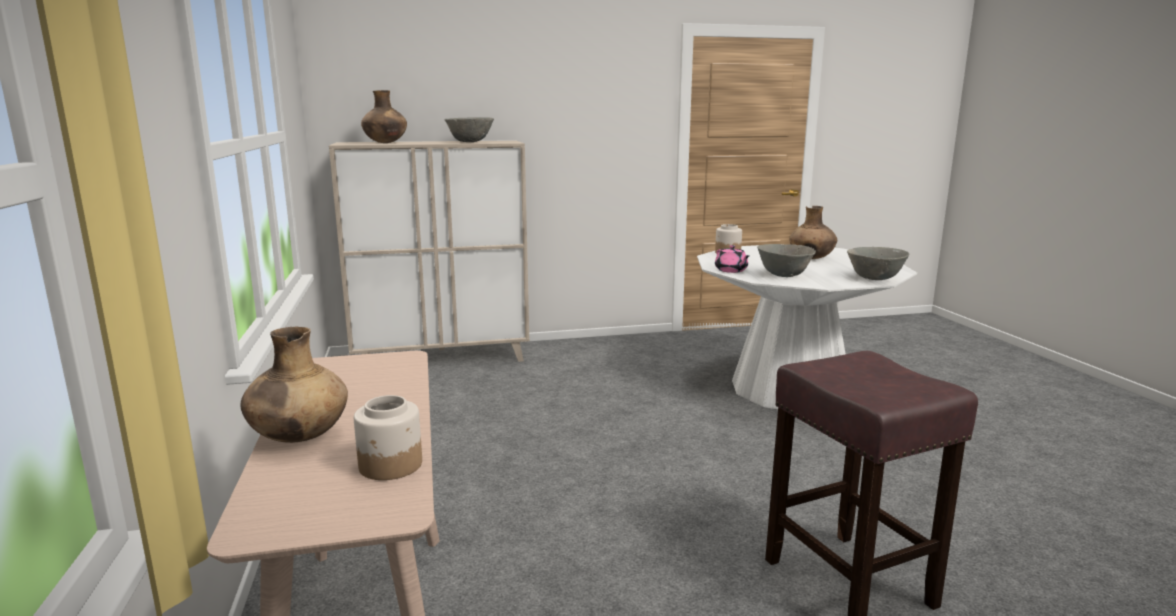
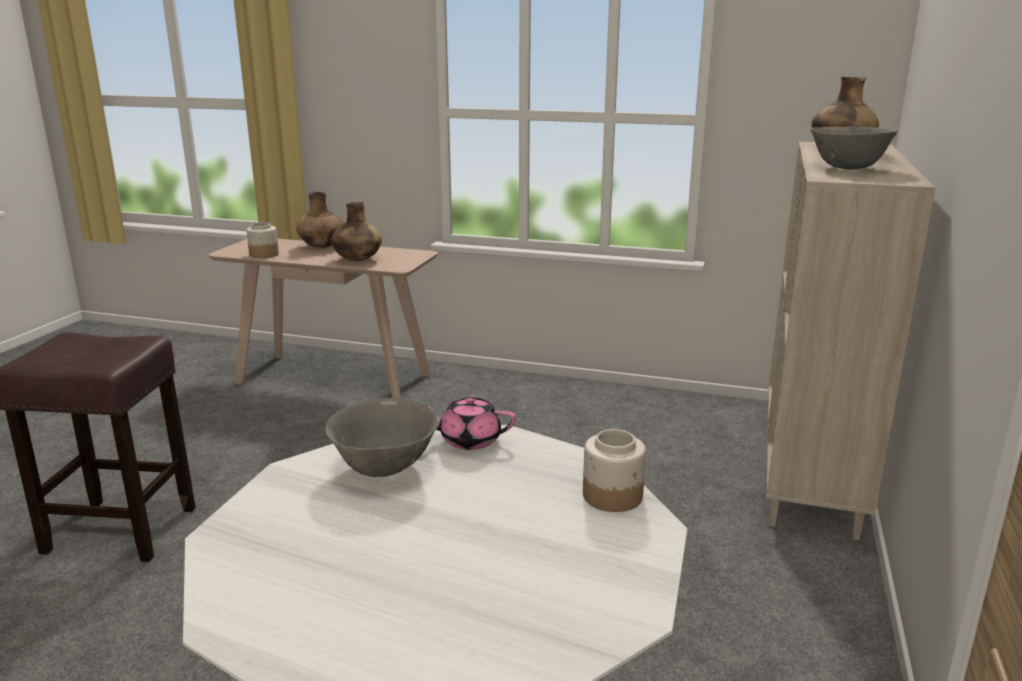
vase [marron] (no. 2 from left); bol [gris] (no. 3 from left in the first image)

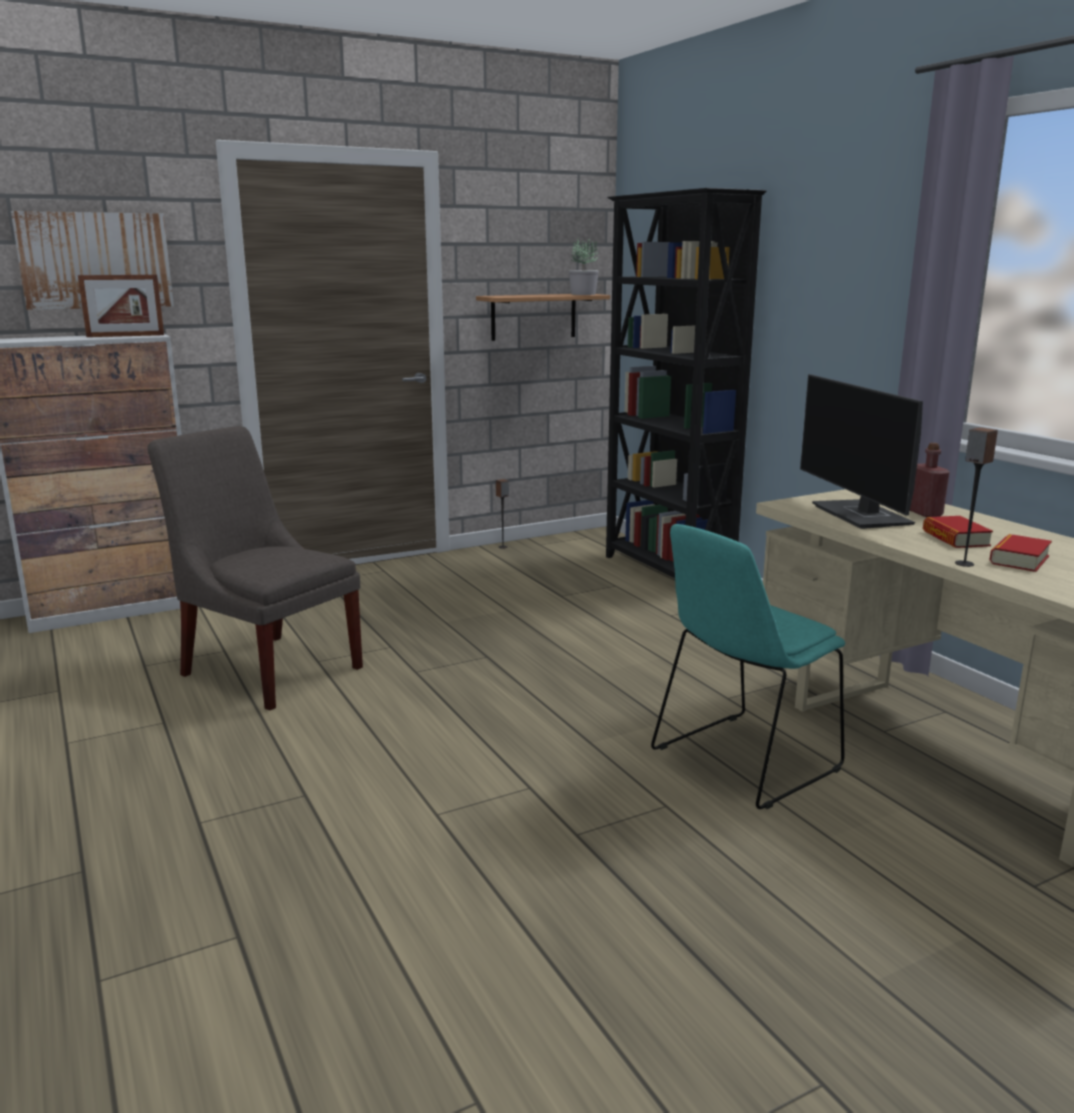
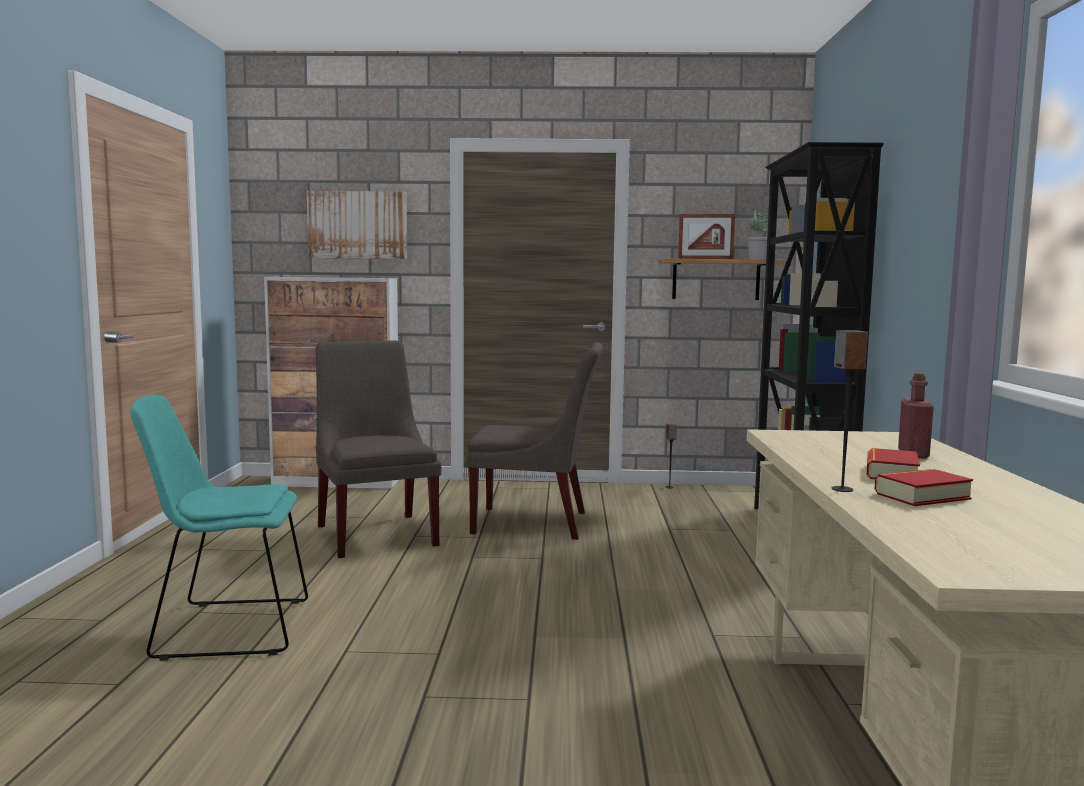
chaise [turquoise]; chaise [gris] (no. 2 from left); cadre photo; écran d'ordinateur

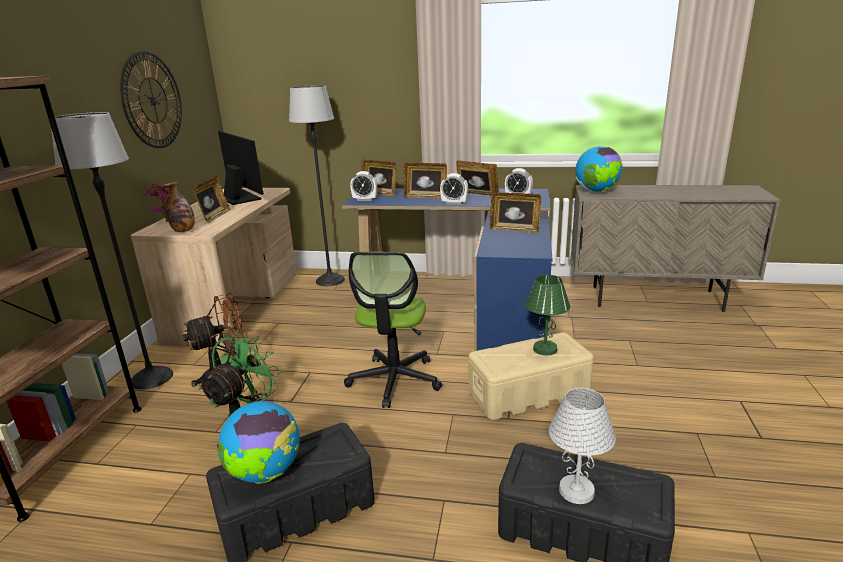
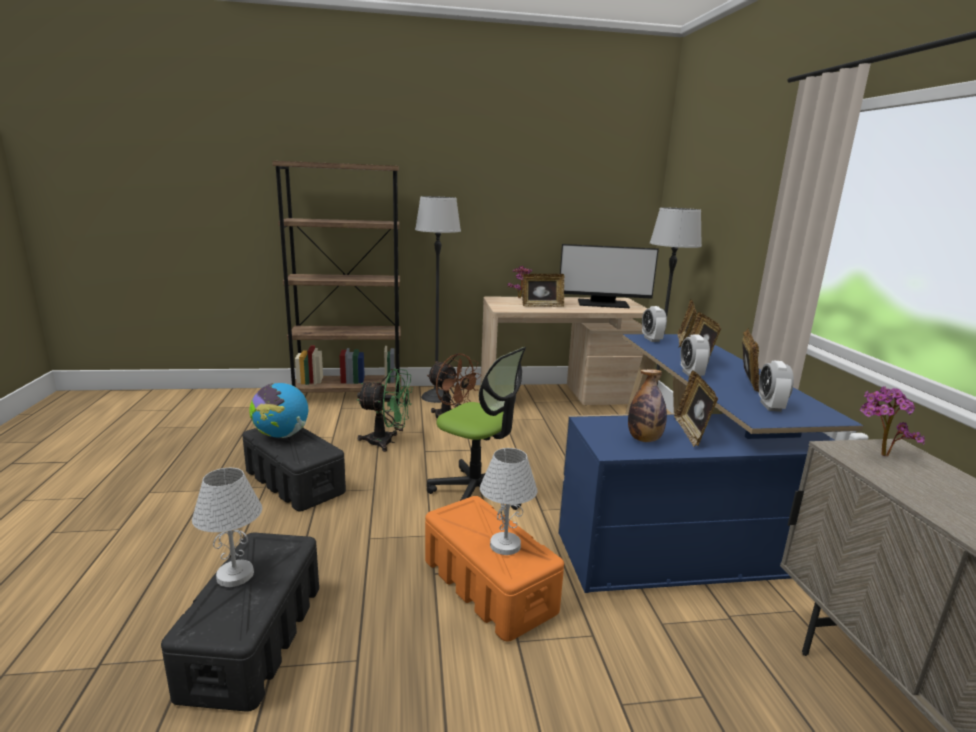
boîte de rangement [orange]; chaise de bureau; lampe de table [blanc] (no. 2 from left); écran d'ordinateur; bouteille; plante en pot (no. 2 from left); horloge murale

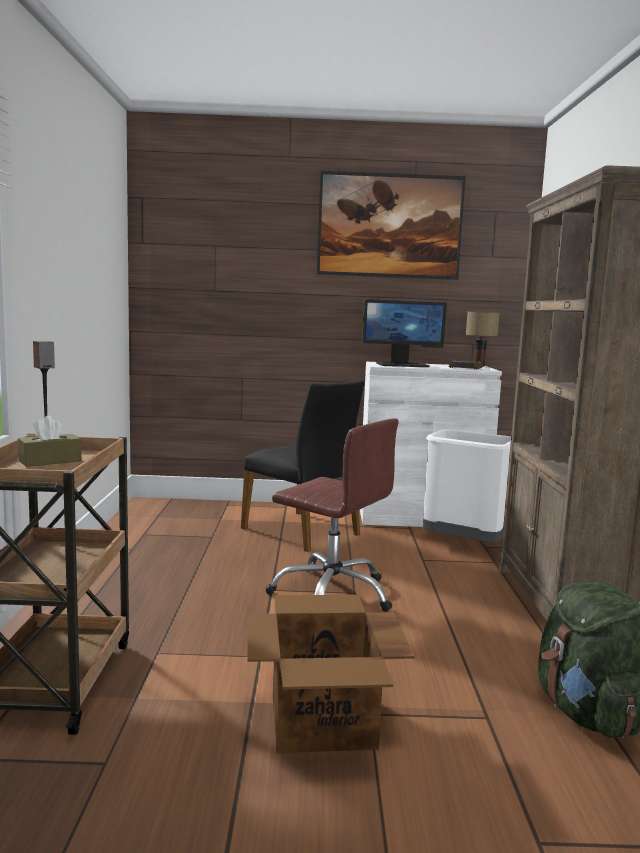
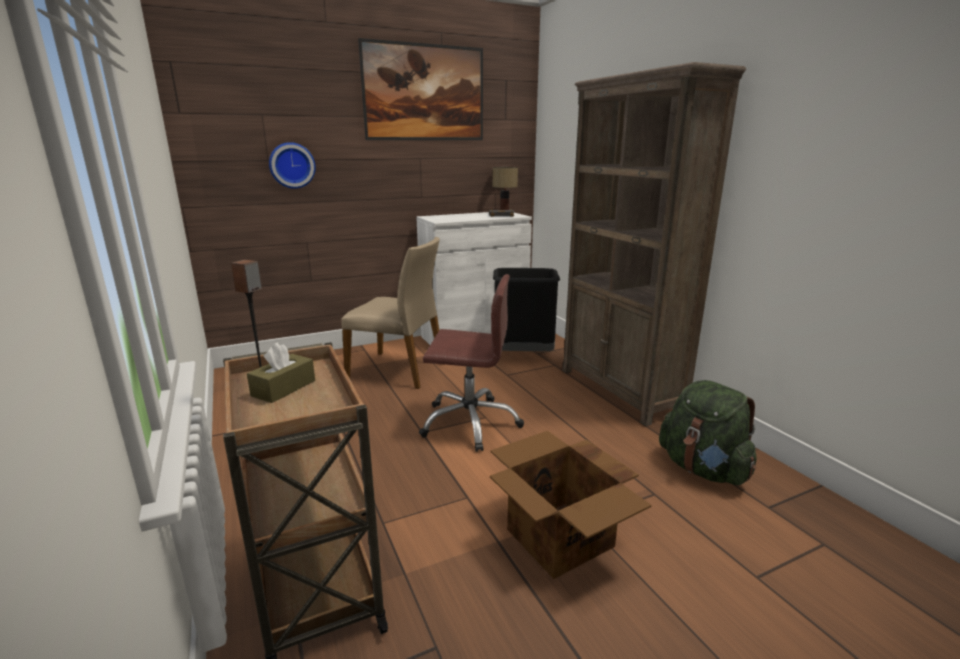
horloge murale; chaise [beige]; poubelle [noir]; écran d'ordinateur

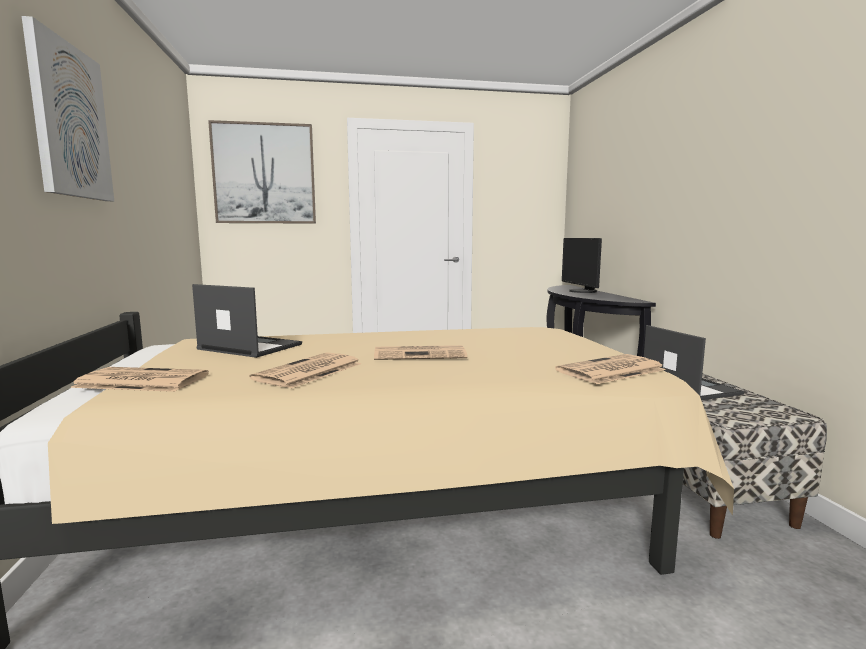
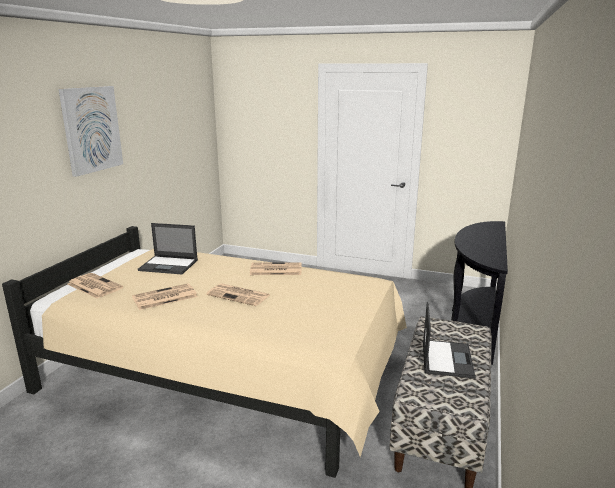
ordinateur portable (no. 1 from left); journal (no. 4 from left); tableau (no. 2 from left in the first image); écran d'ordinateur

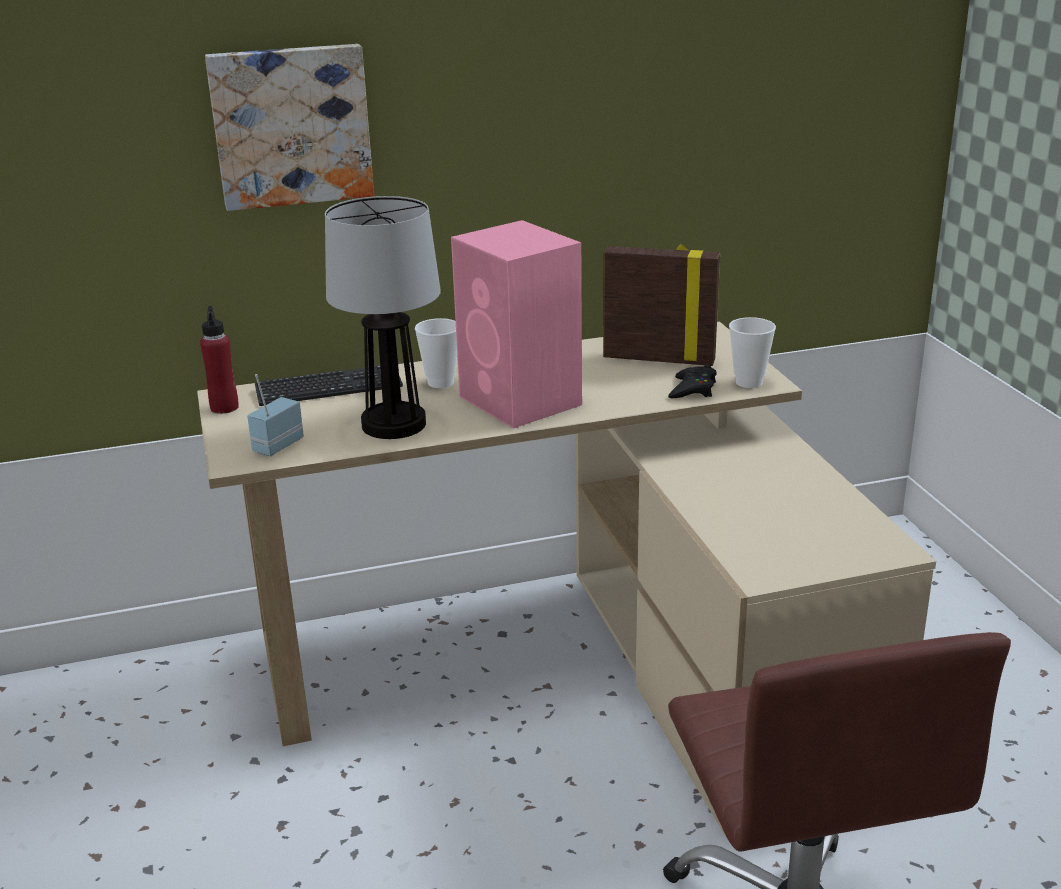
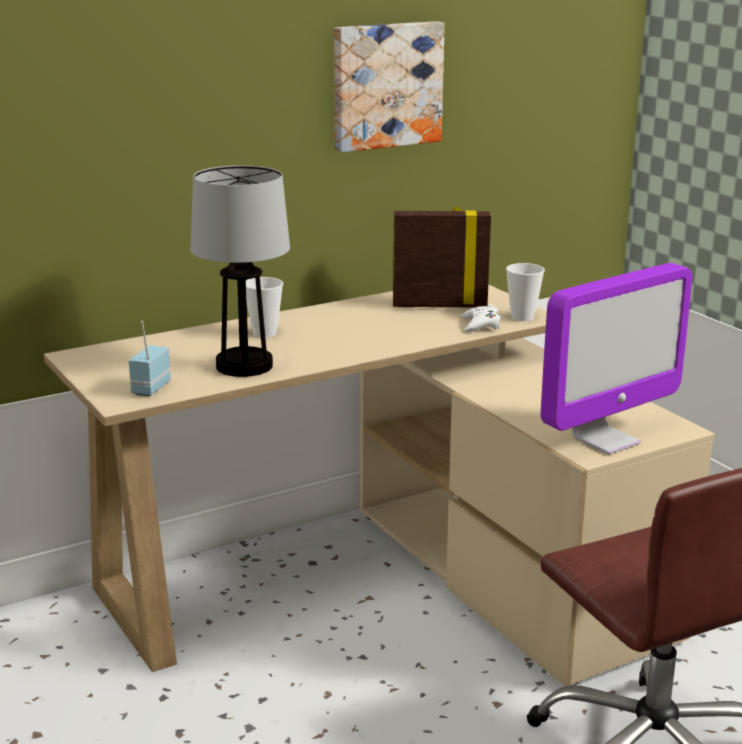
tableau; manette [blanc]; écran d'ordinateur; bouteille [rouge]; clavier; enceinte [rose]

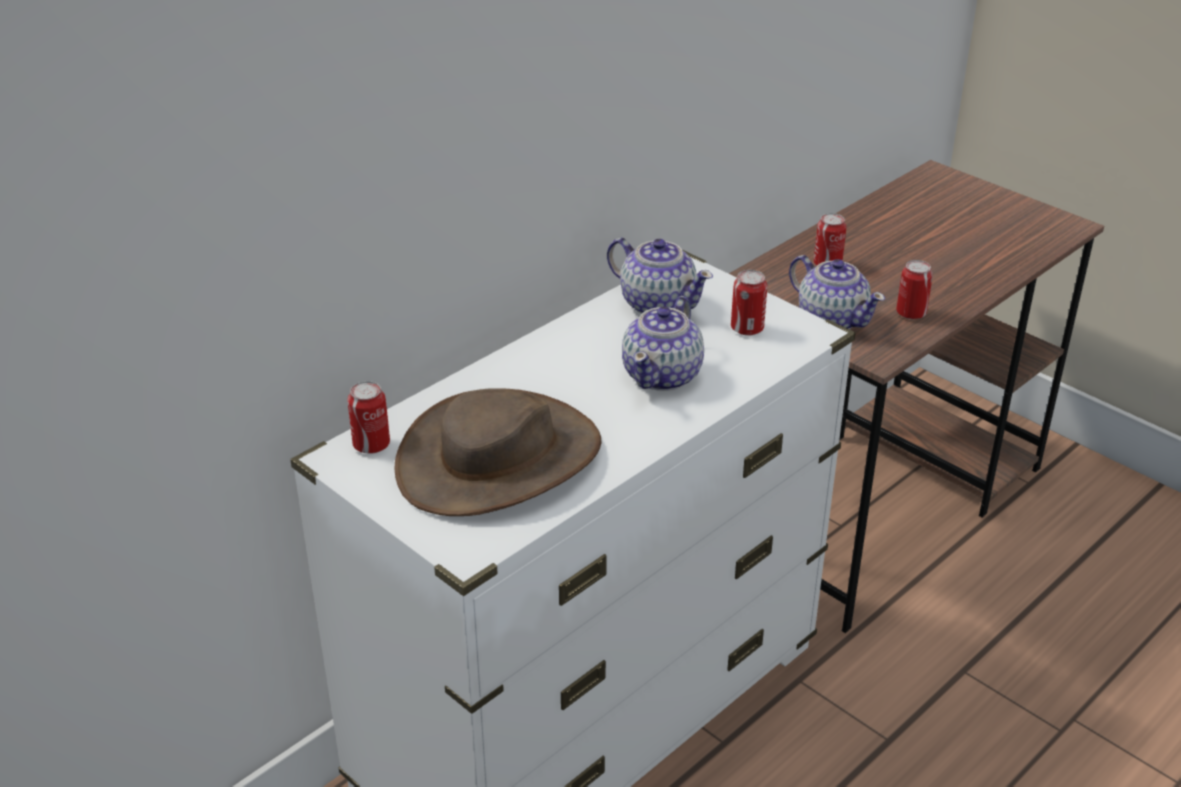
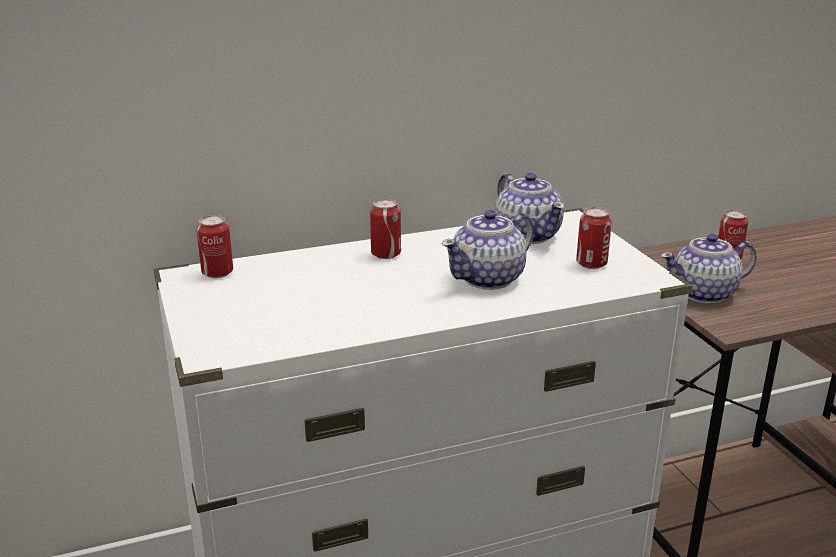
boîte métallique (no. 2 from left); théière (no. 3 from left); chapeau [marron]

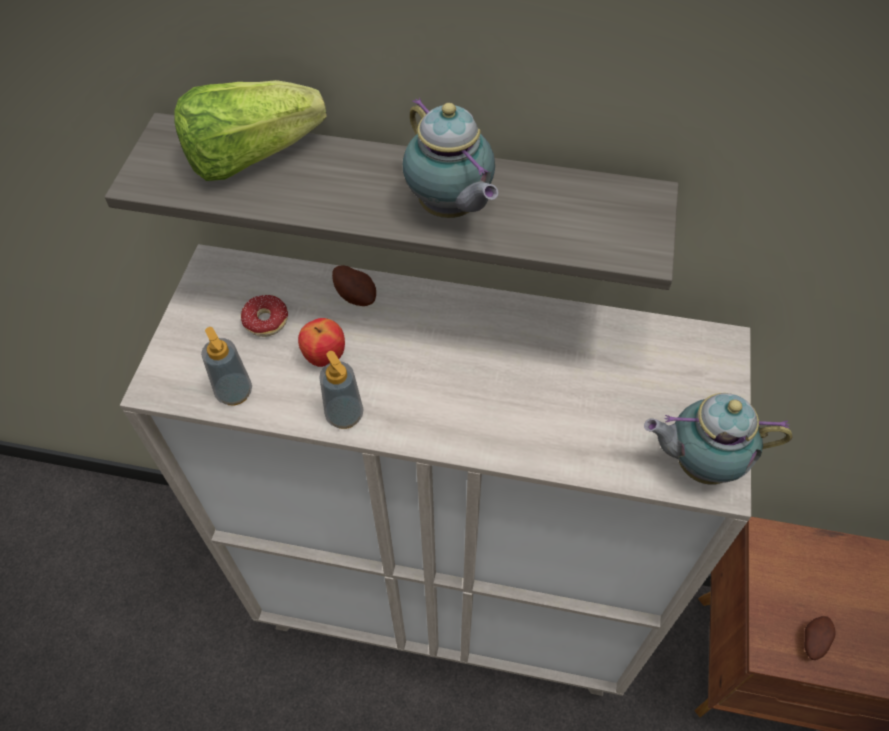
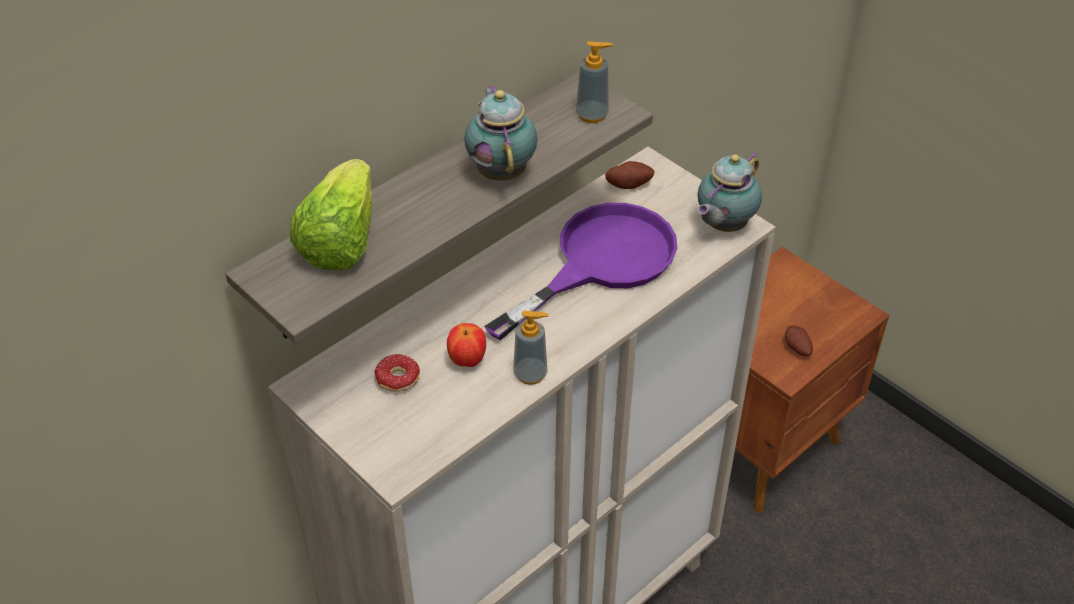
théière (no. 1 from left); poêle [violet]; distributeur de savon (no. 2 from left); pomme de terre (no. 1 from left)

